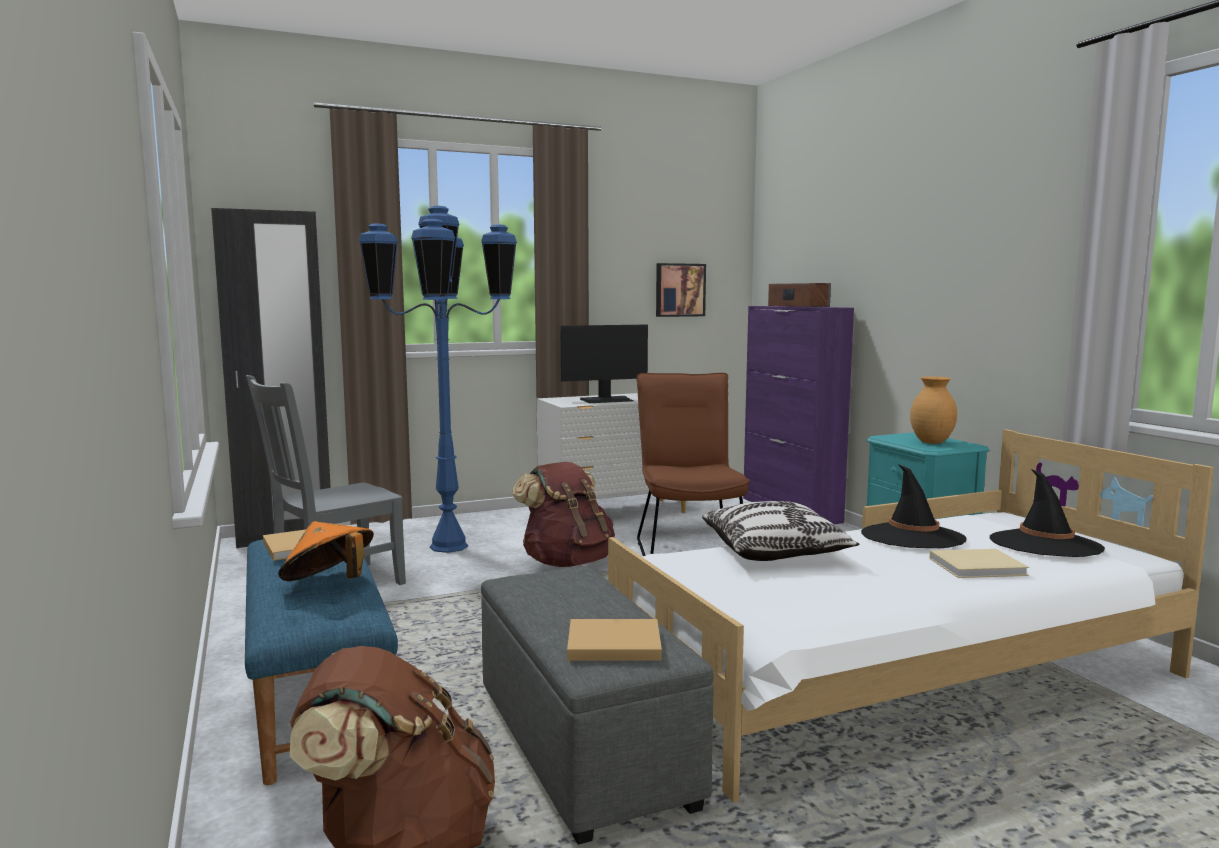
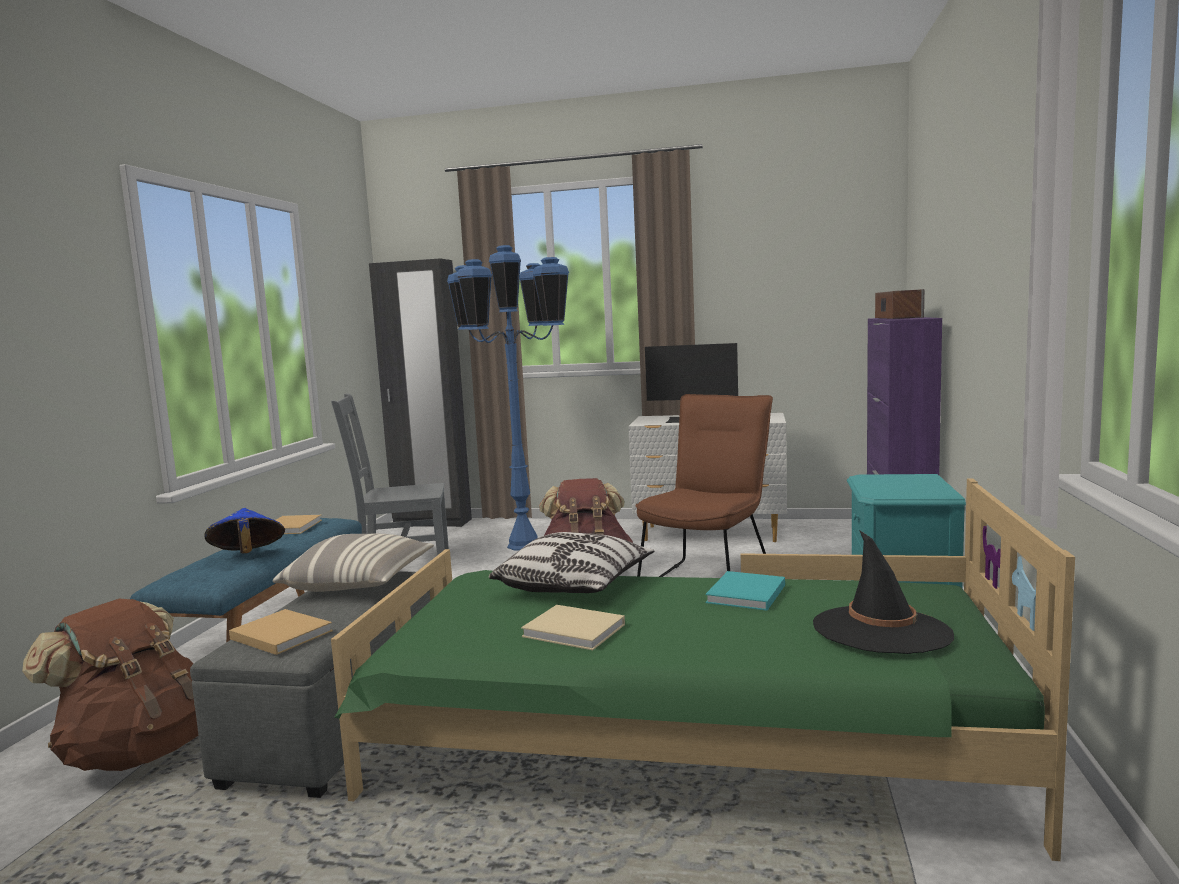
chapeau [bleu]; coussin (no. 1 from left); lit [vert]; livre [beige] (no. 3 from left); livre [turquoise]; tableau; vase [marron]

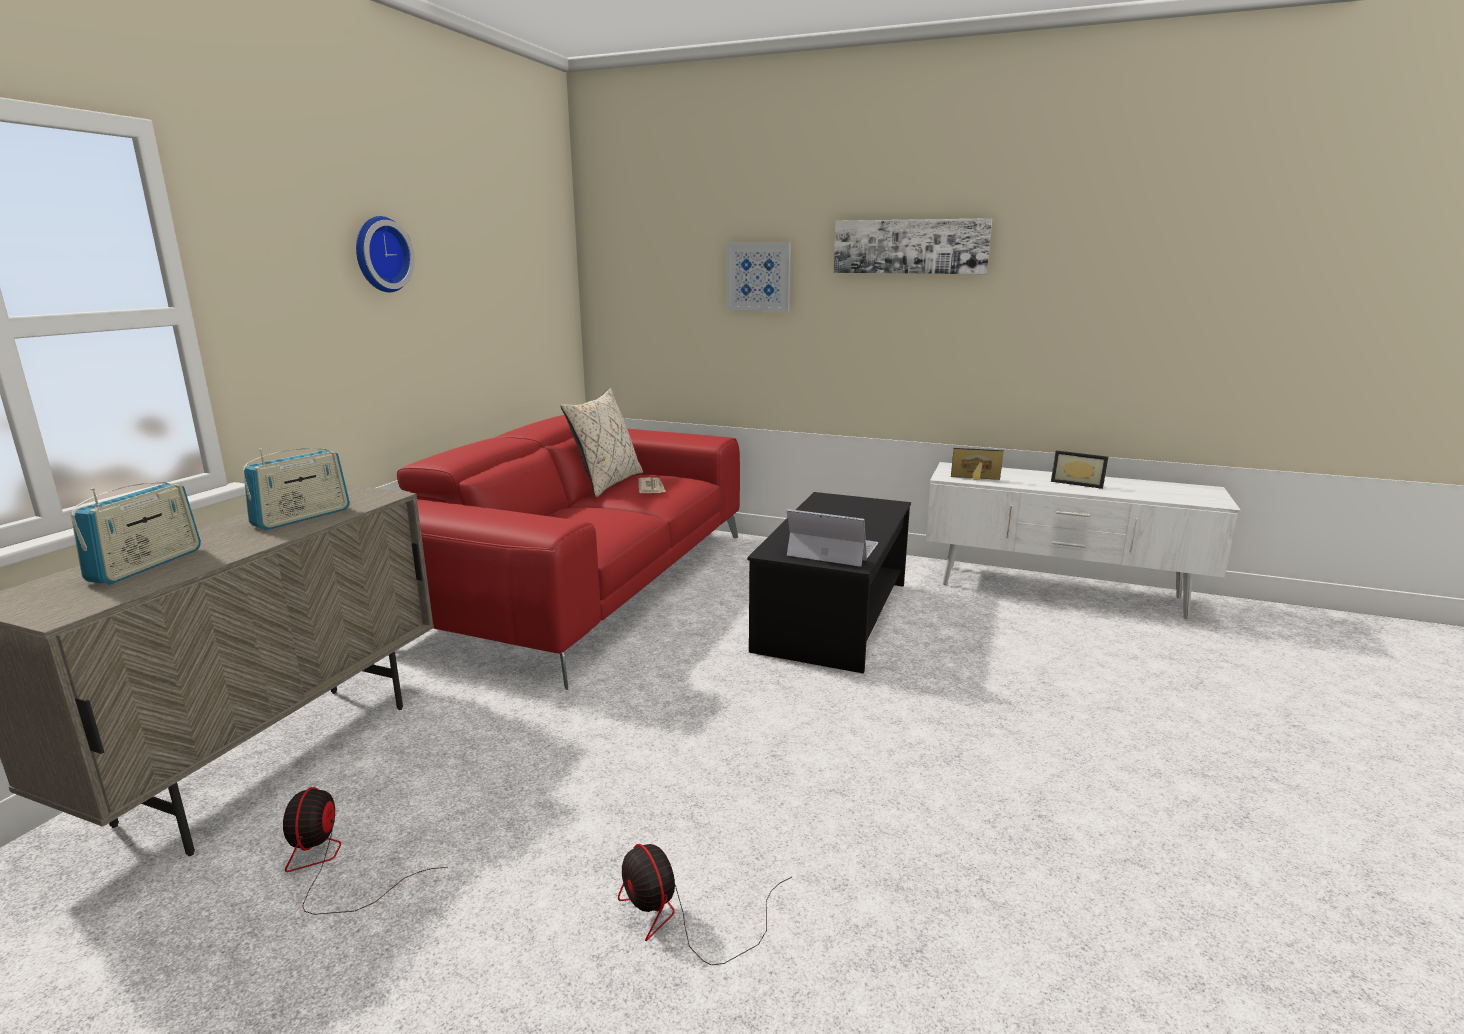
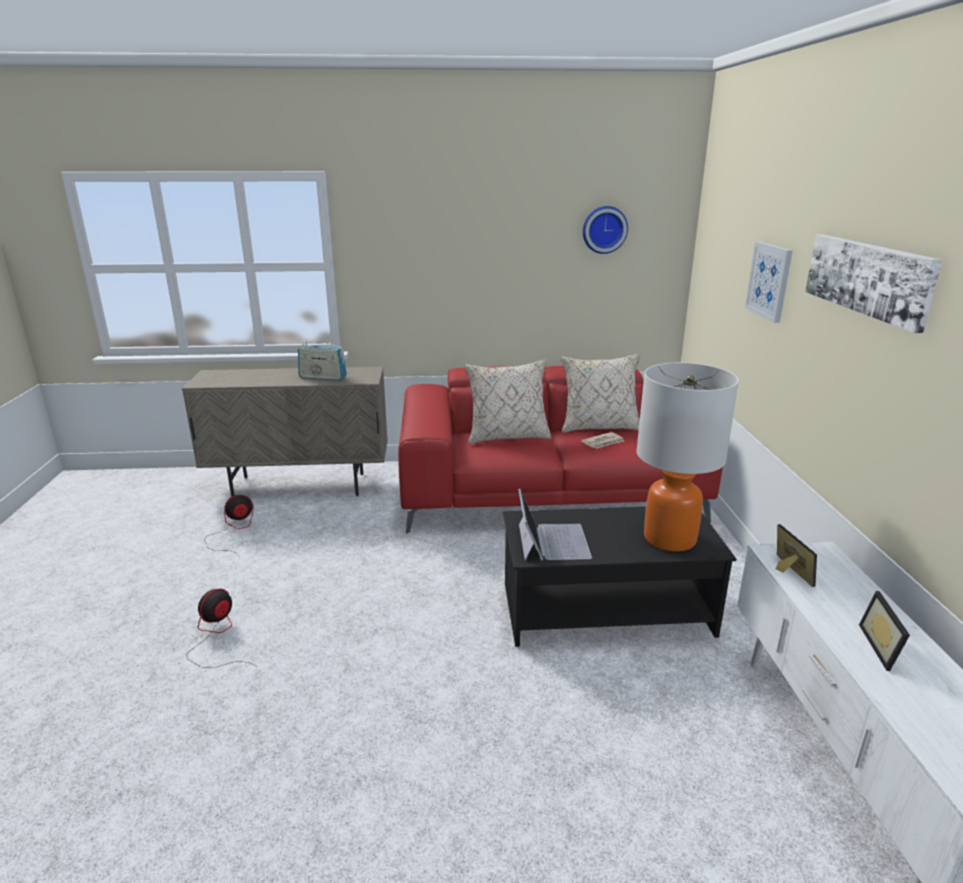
coussin [beige] (no. 1 from left); horloge murale; lampe de table; radio (no. 1 from left in the first image)

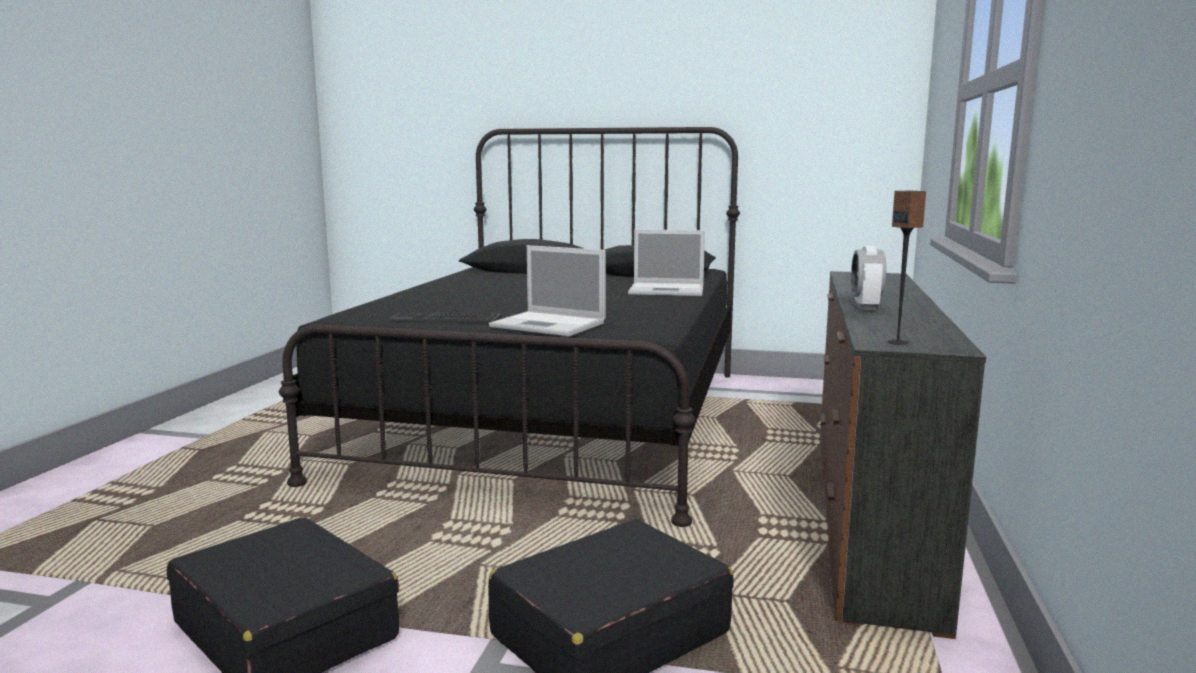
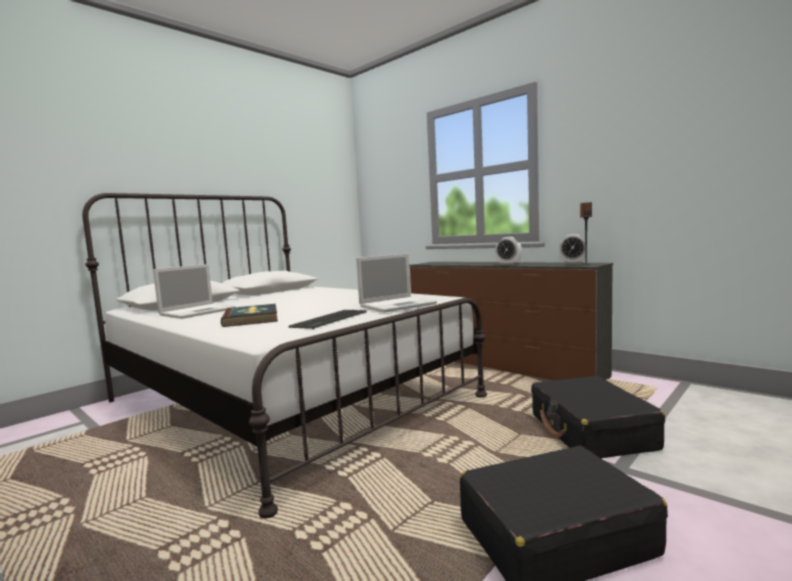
lit [blanc]; ordinateur portable (no. 1 from left); livre; réveil (no. 2 from left)

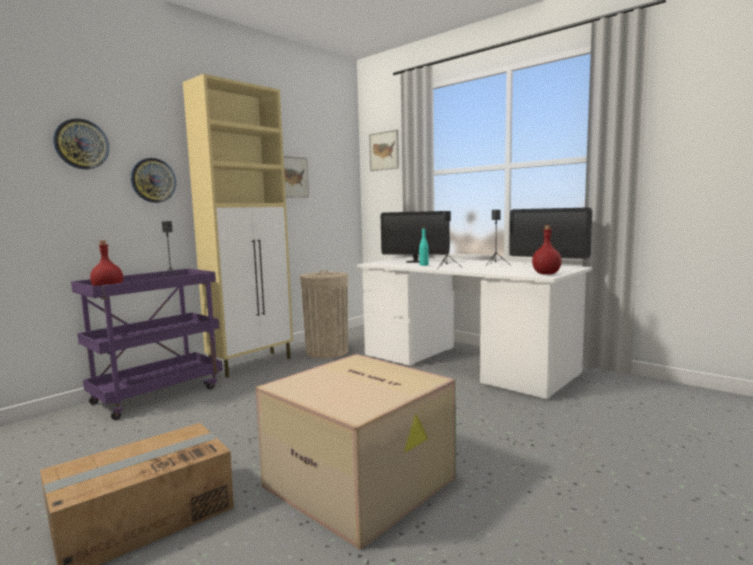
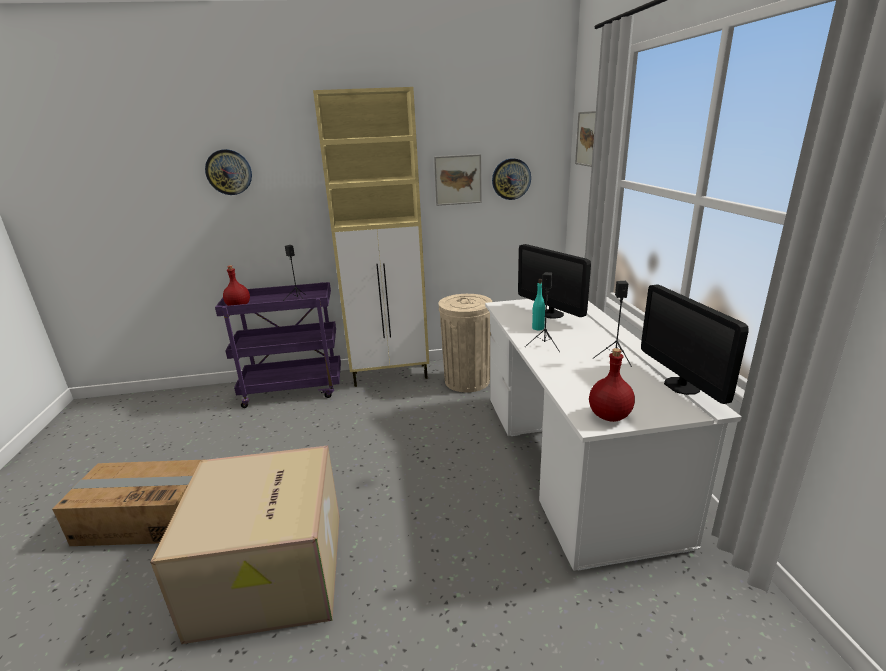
horloge murale (no. 2 from left)

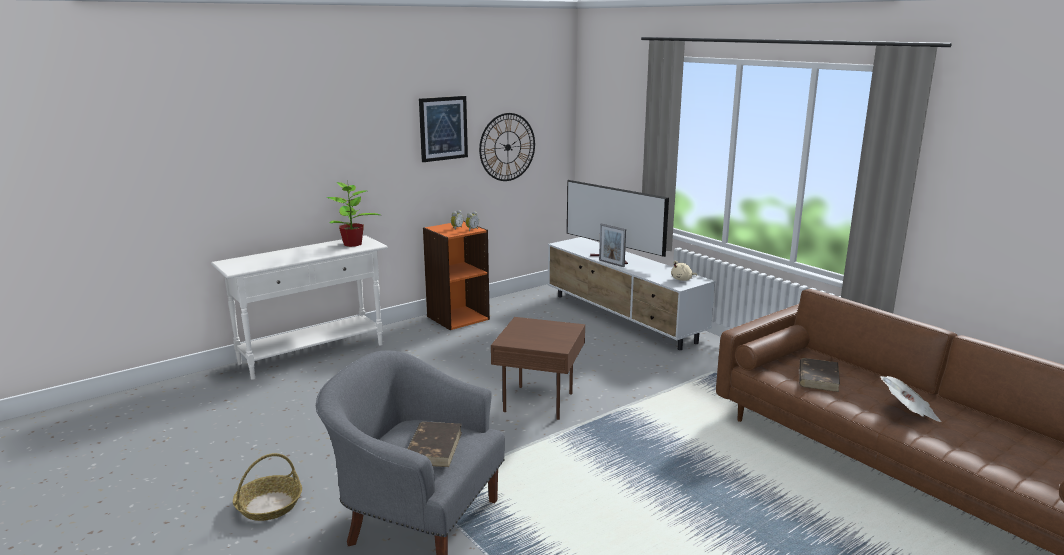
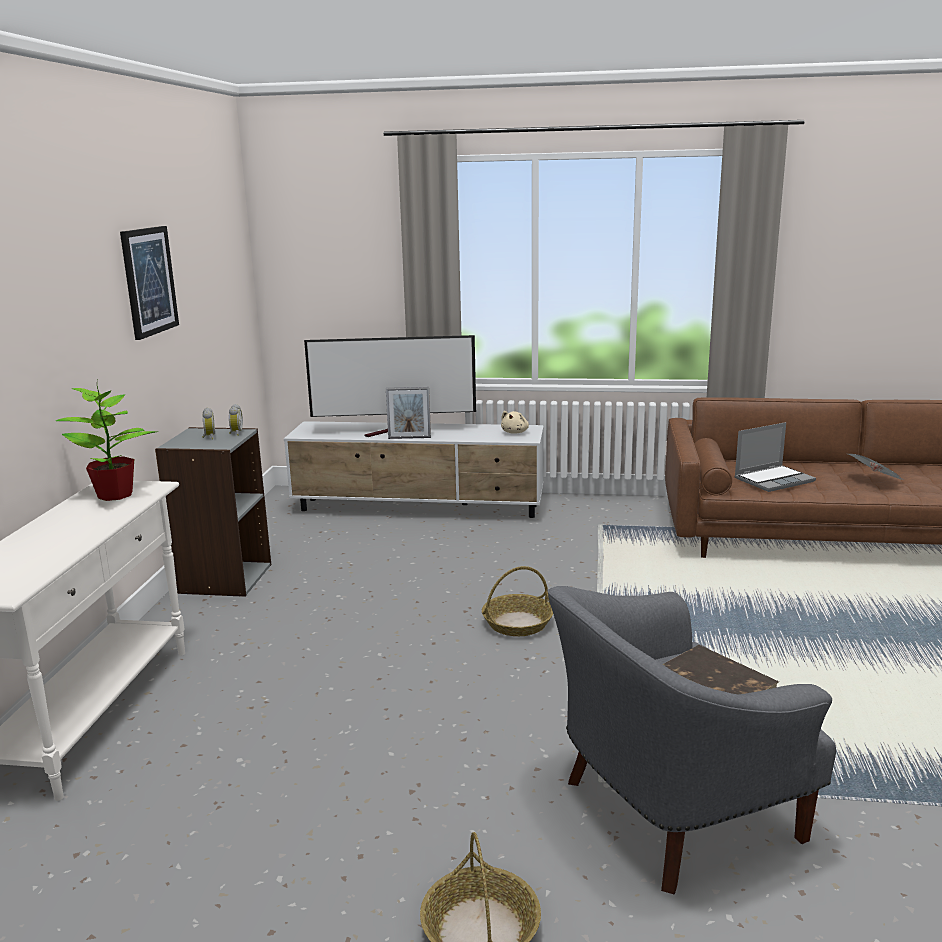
bibliothèque [gris]; panier (no. 2 from left); ordinateur portable; horloge murale

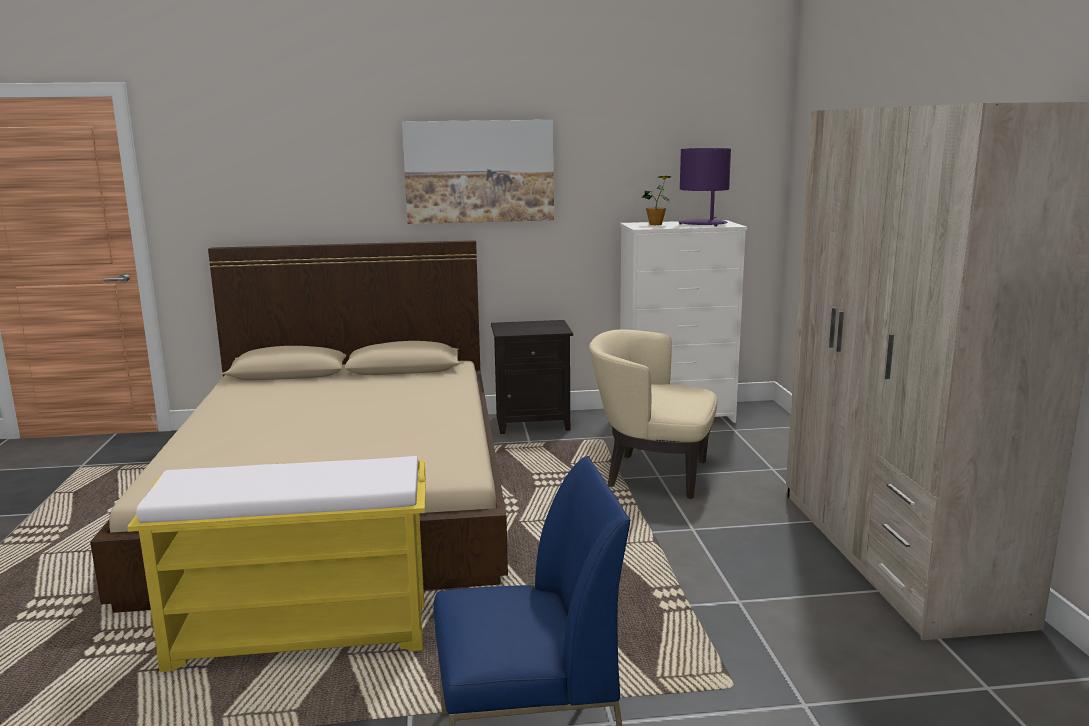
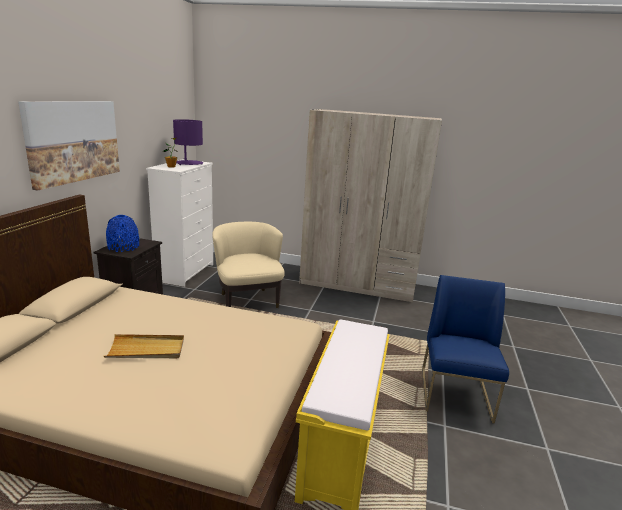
plateau [beige]; vase [bleu]; fauteuil [beige]

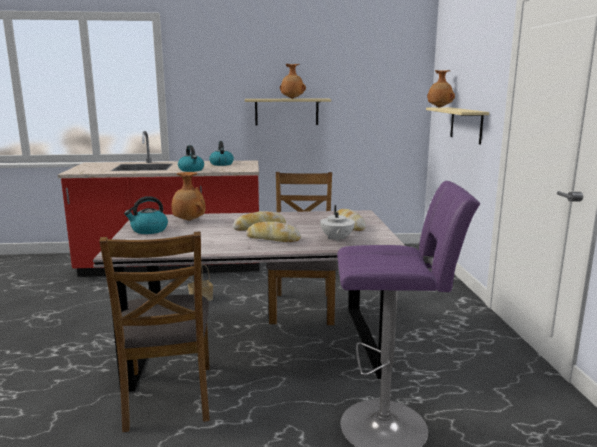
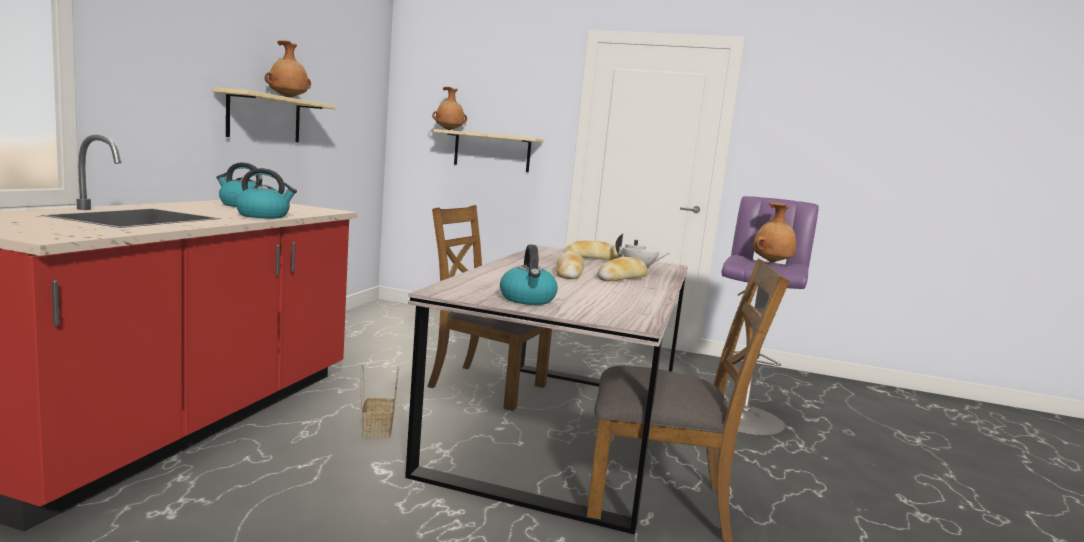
vase [marron] (no. 3 from left)

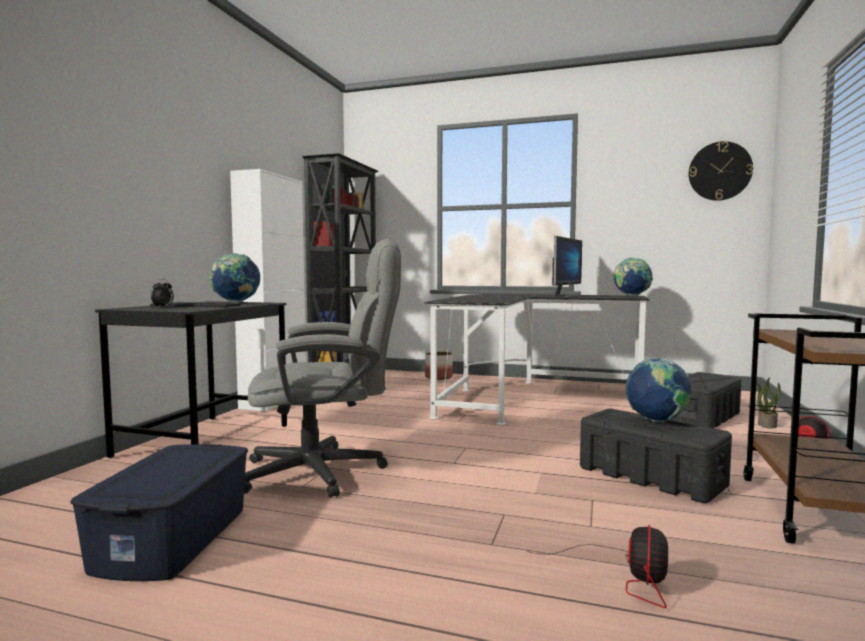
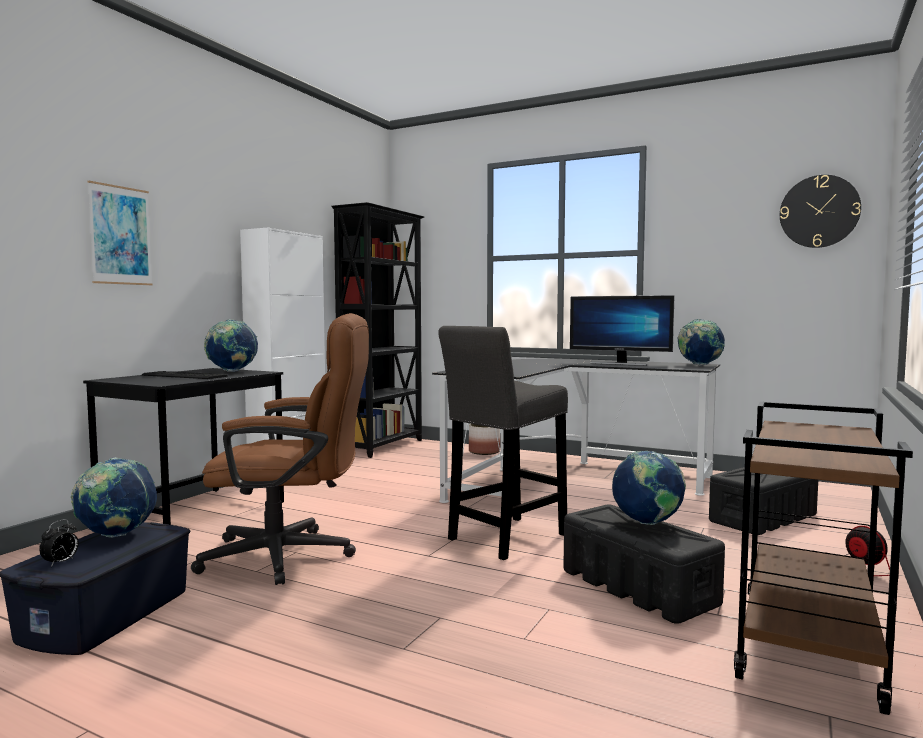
réveil; globe (no. 1 from left); tableau; chaise de bureau [marron]; tabouret [gris]; écran d'ordinateur; ventilateur (no. 1 from left in the first image); plante en pot

